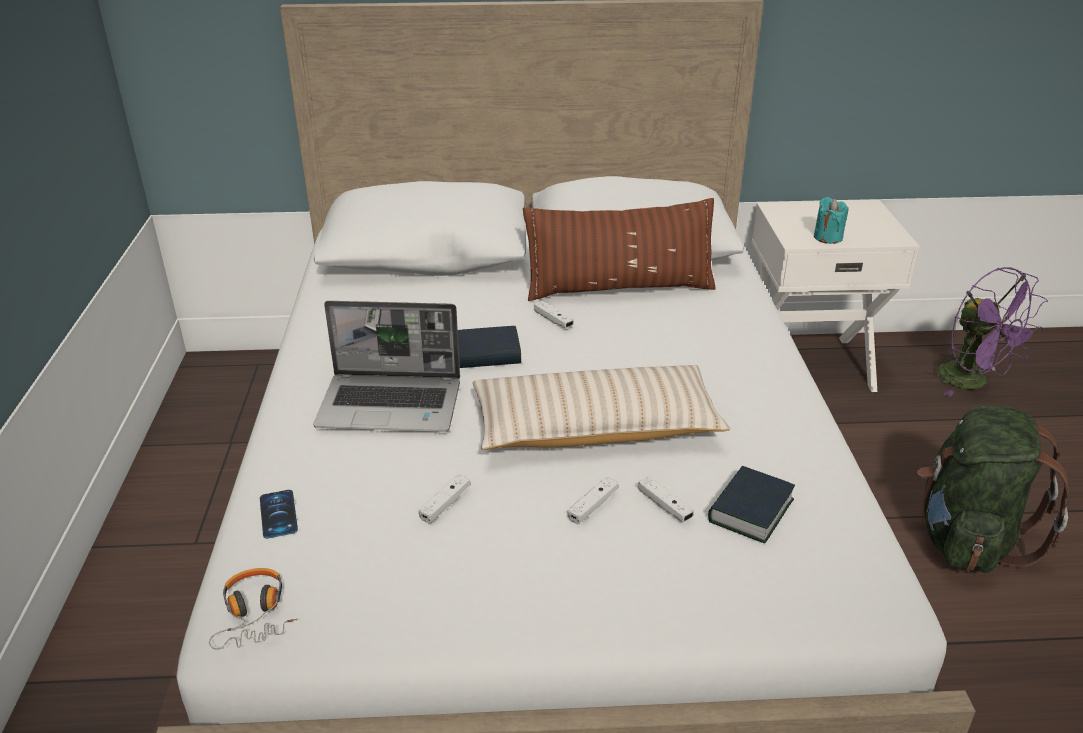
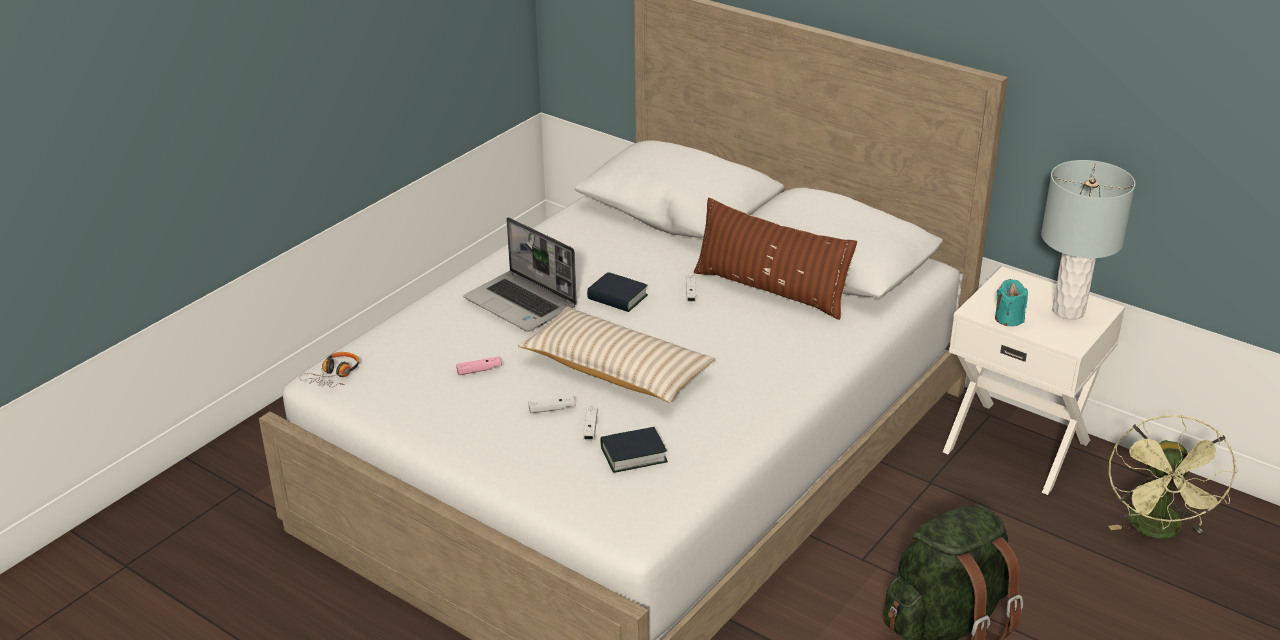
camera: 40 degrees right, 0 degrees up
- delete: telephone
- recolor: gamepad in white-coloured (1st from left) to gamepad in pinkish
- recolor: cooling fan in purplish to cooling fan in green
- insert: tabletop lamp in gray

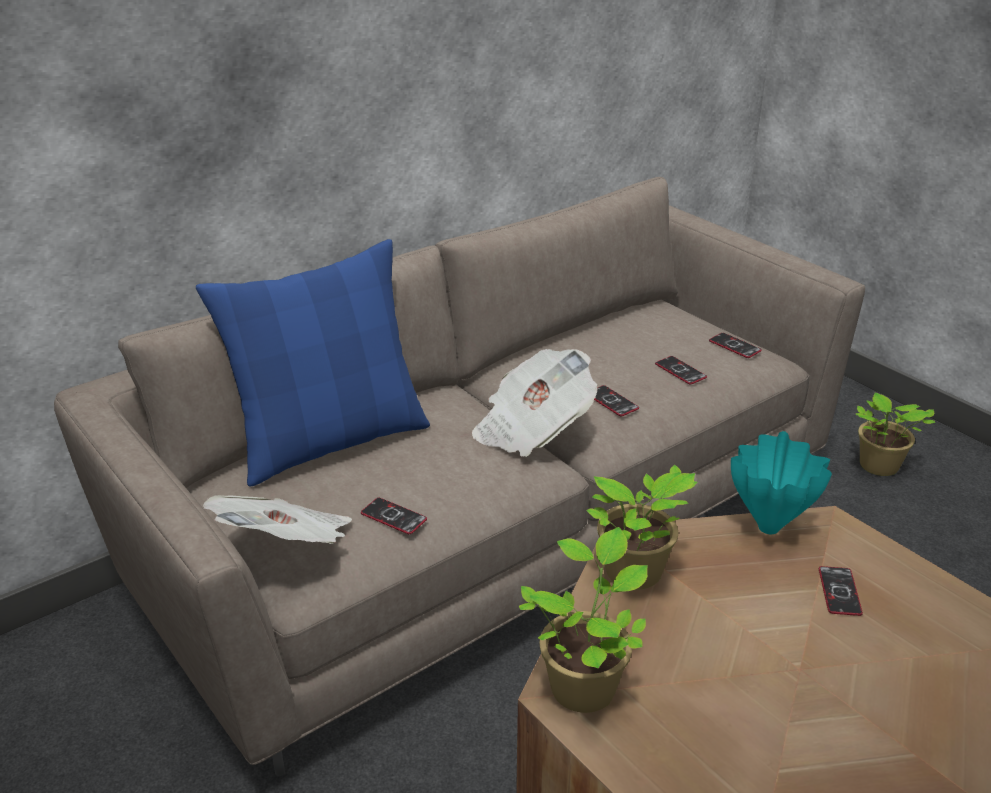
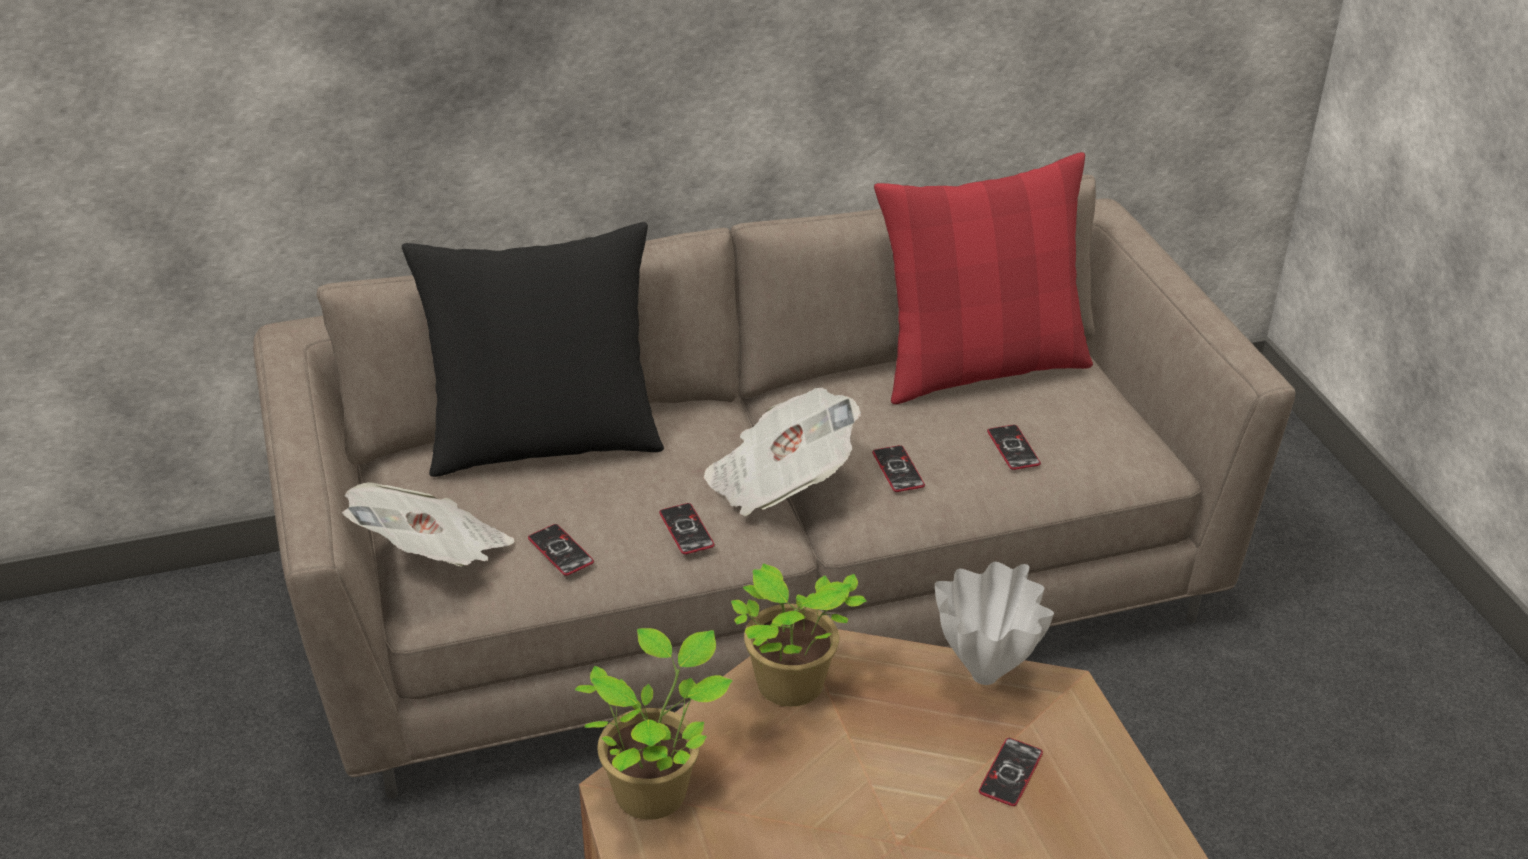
camera: 20 degrees right, 5 degrees up
- recolor: throw pillow in blue to throw pillow in blackish
- move: telephone (4th from left in the first image) to telephone (2nd from left)
- recolor: flower vase in turquoise to flower vase in white-coloured
- delete: potted plant (3rd from left)
- insert: throw pillow in red

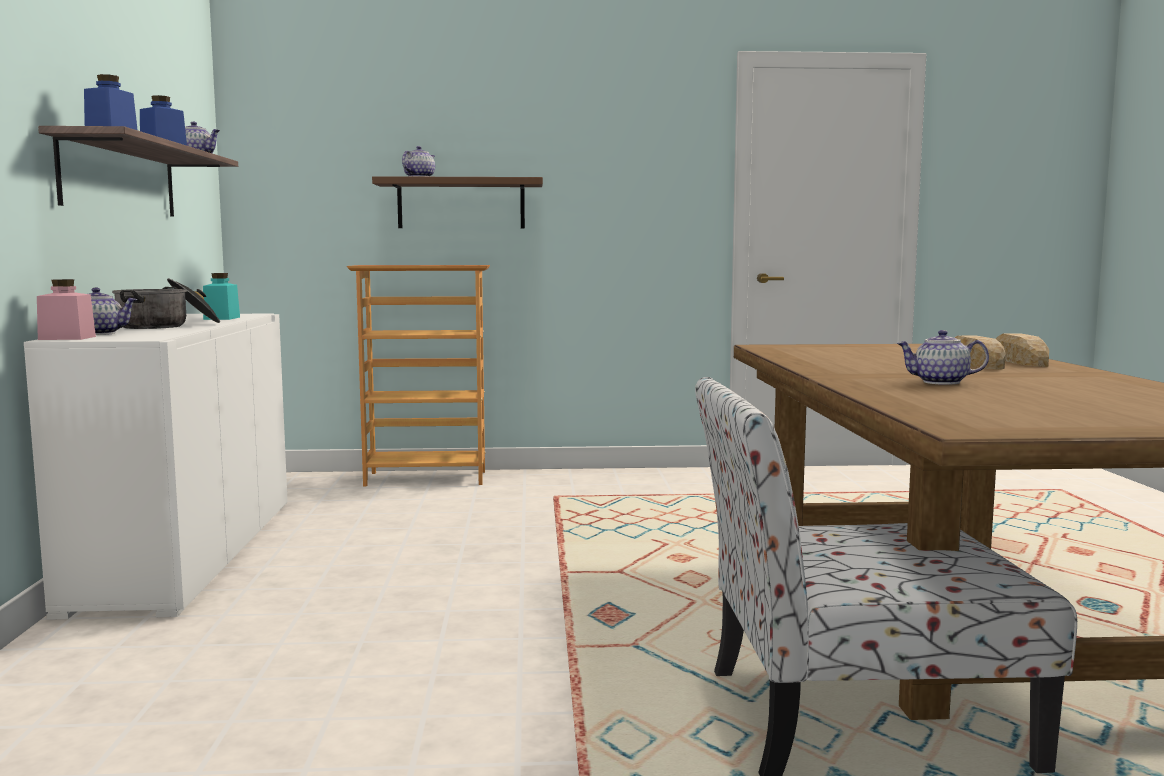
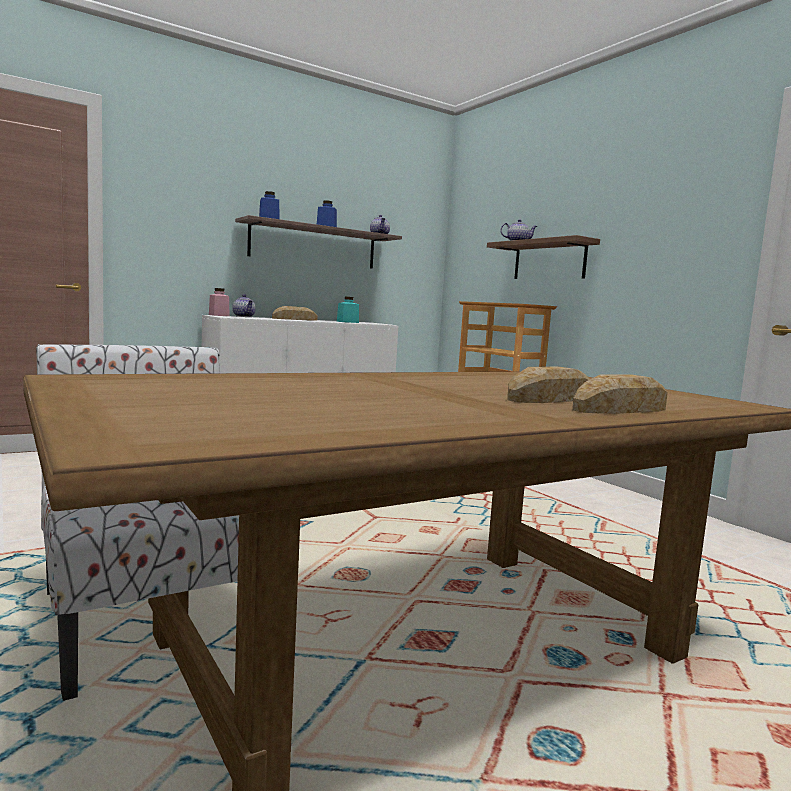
camera: 60 degrees right, 0 degrees up
- replace: saucepot to bakery bread (1st from left)
- delete: tea pot (4th from left)

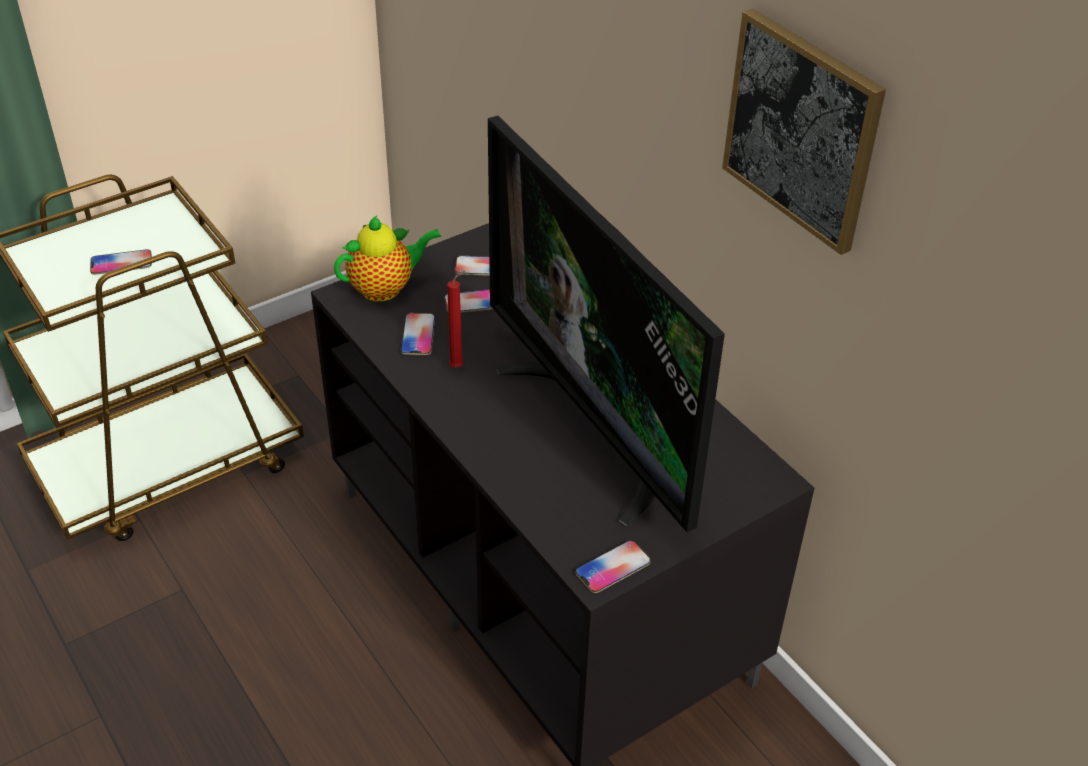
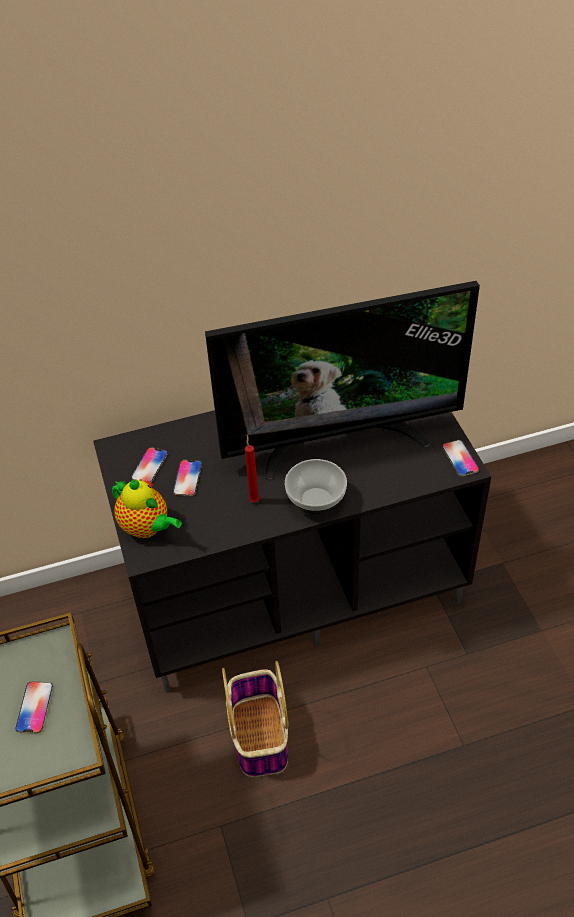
camera: 70 degrees left, 5 degrees up
- rotate: tea pot 135 degrees clockwise
- delete: telephone (2nd from left)
- delete: picture
- insert: basket
- insert: bowl

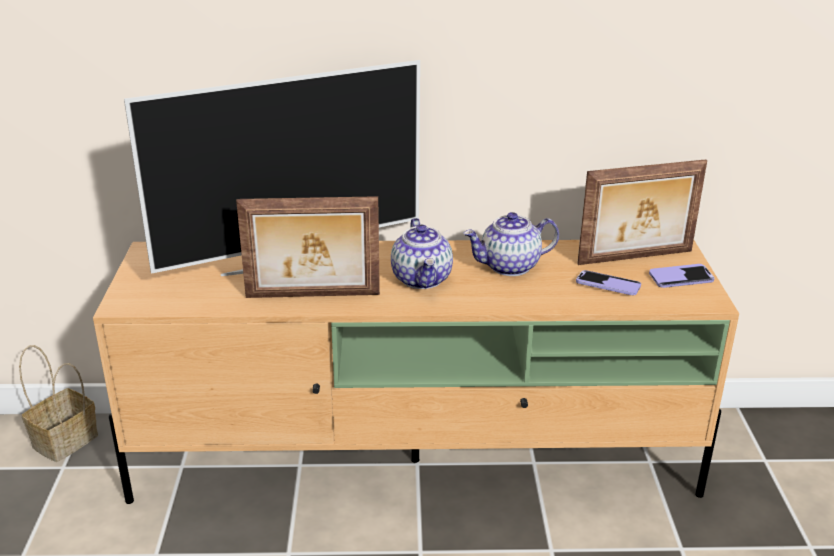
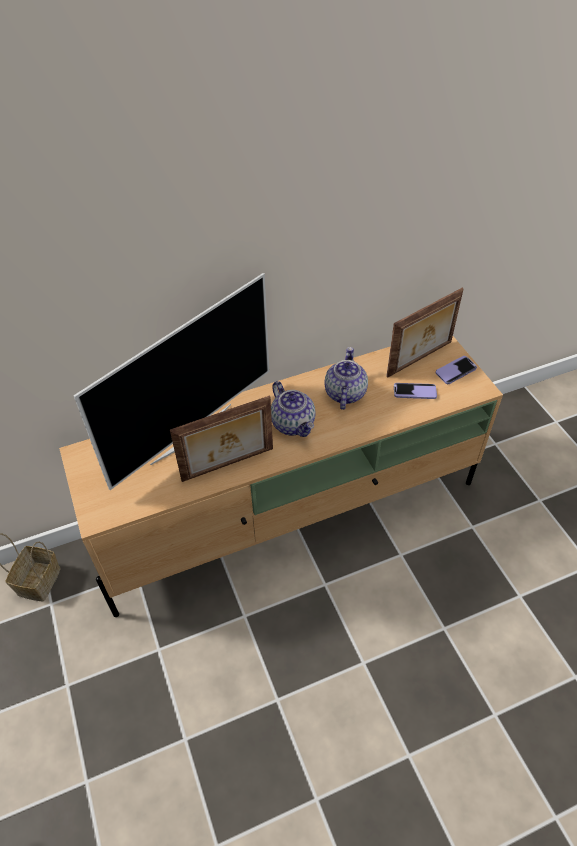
camera: 20 degrees left, 20 degrees up
- rotate: tea pot (2nd from left) 135 degrees clockwise

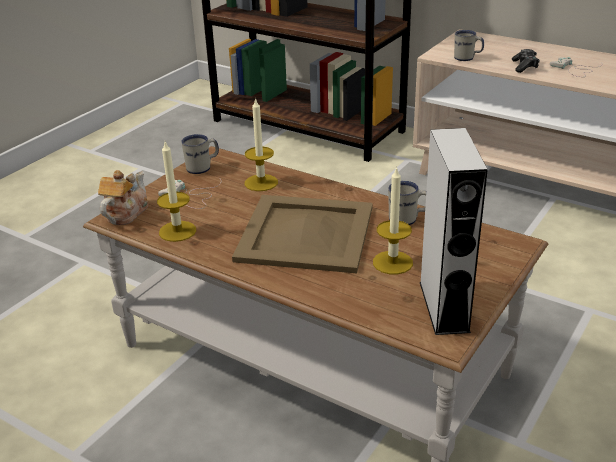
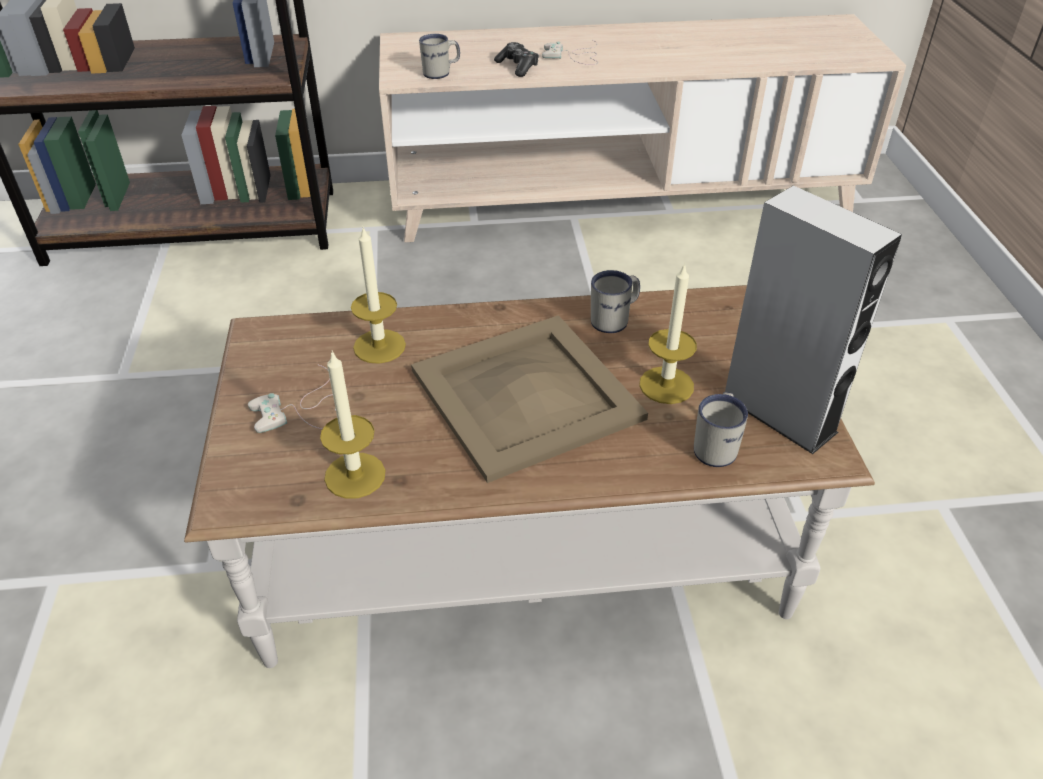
camera: 40 degrees left, 10 degrees up
- delete: tea pot
- move: coffee mug in white-coloured (1st from left in the first image) to coffee mug in white-coloured (3rd from left)

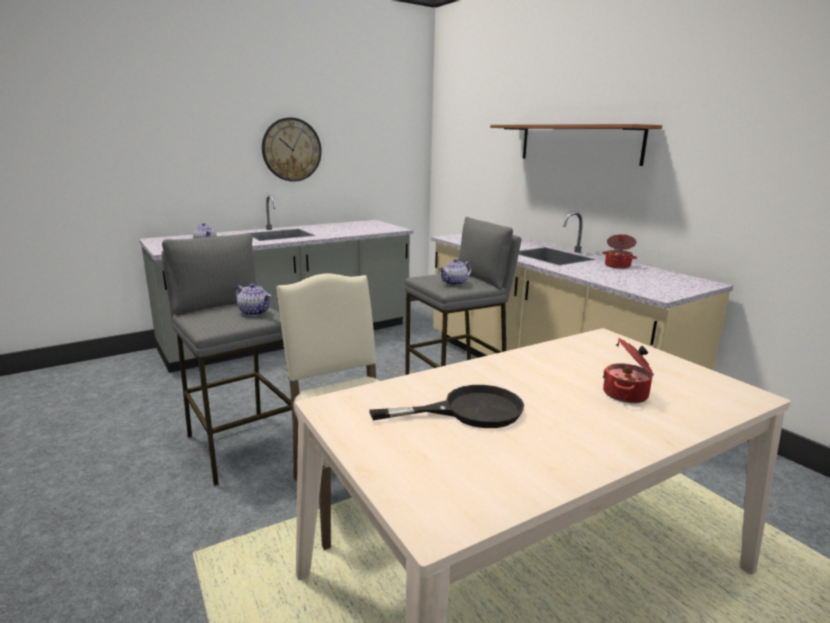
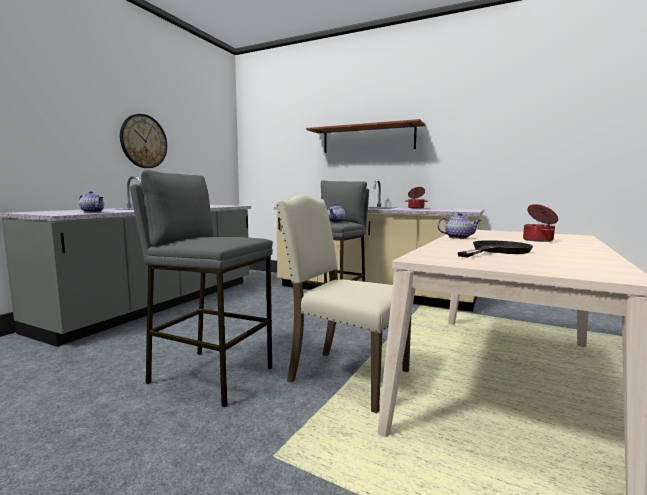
camera: 30 degrees left, 10 degrees down
- move: tea pot (2nd from left in the first image) to tea pot (3rd from left)

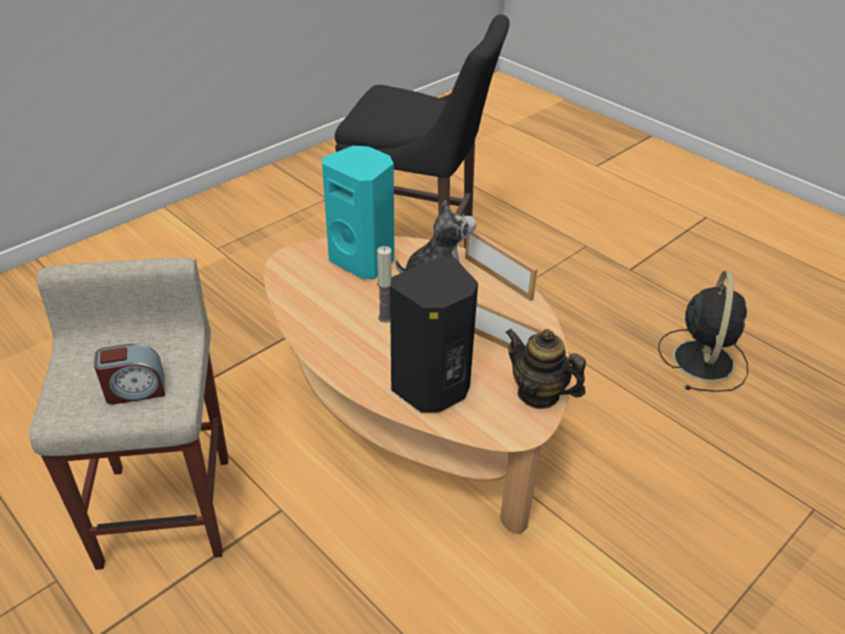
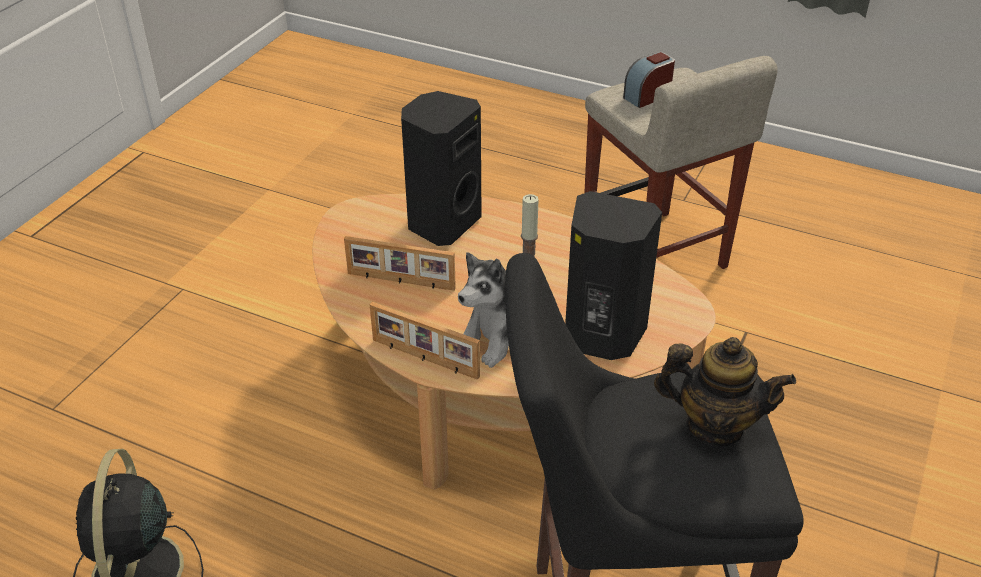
camera: 160 degrees right, 0 degrees up
- recolor: audio speaker in turquoise to audio speaker in blackish (2nd from left)
- move: tea pot

